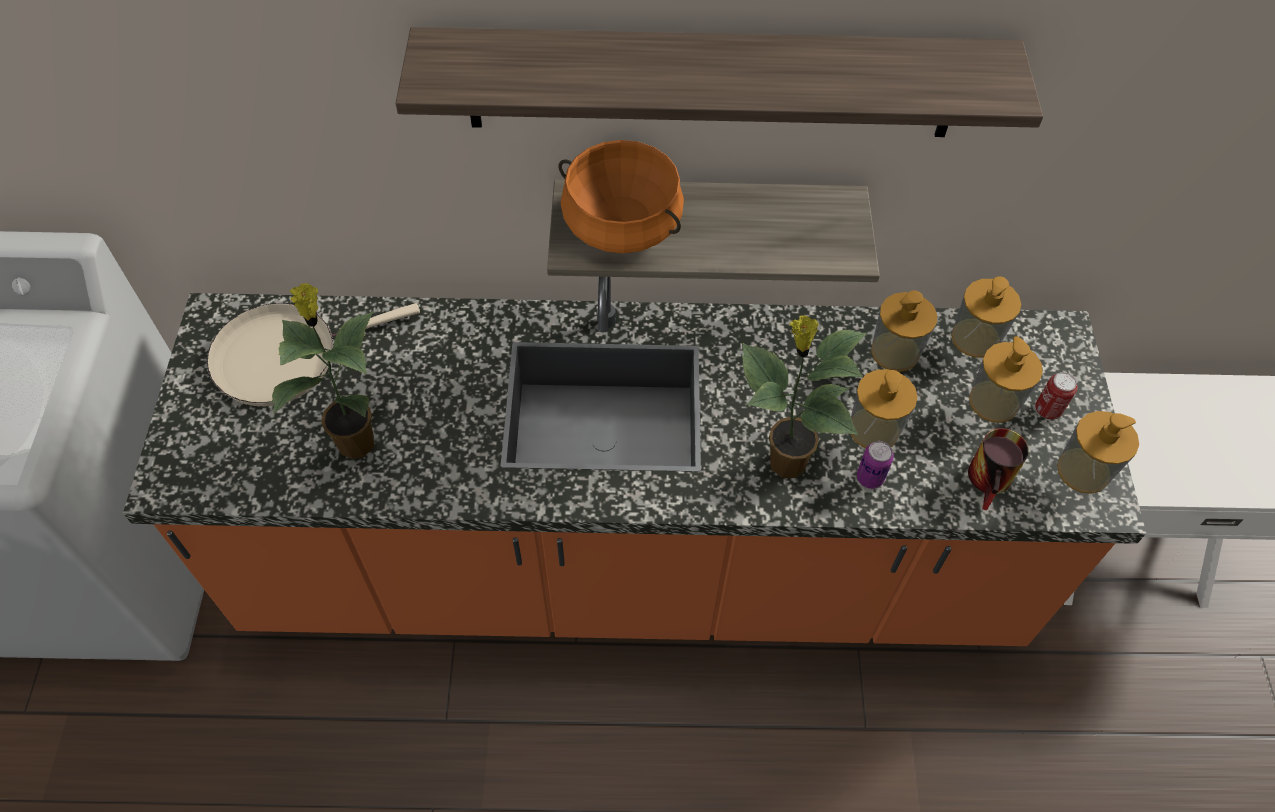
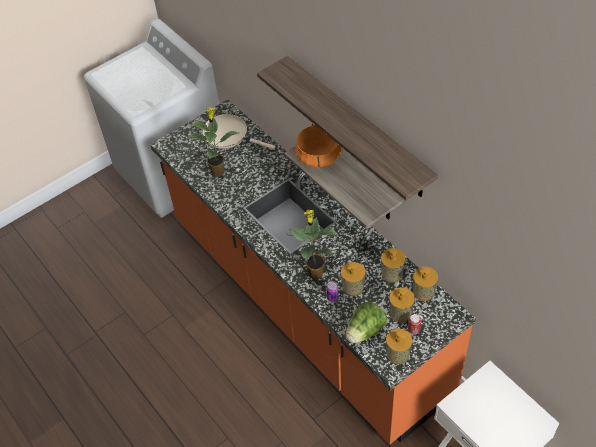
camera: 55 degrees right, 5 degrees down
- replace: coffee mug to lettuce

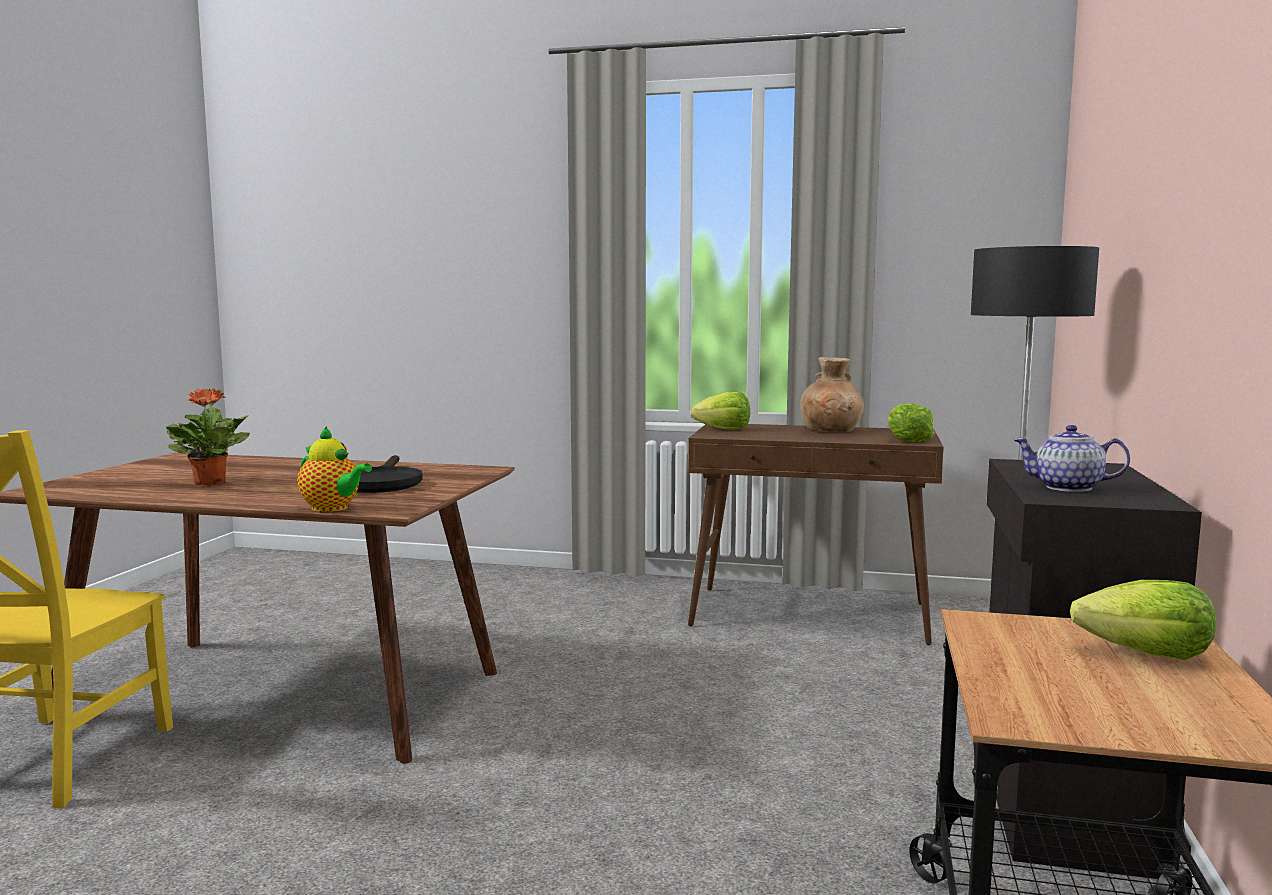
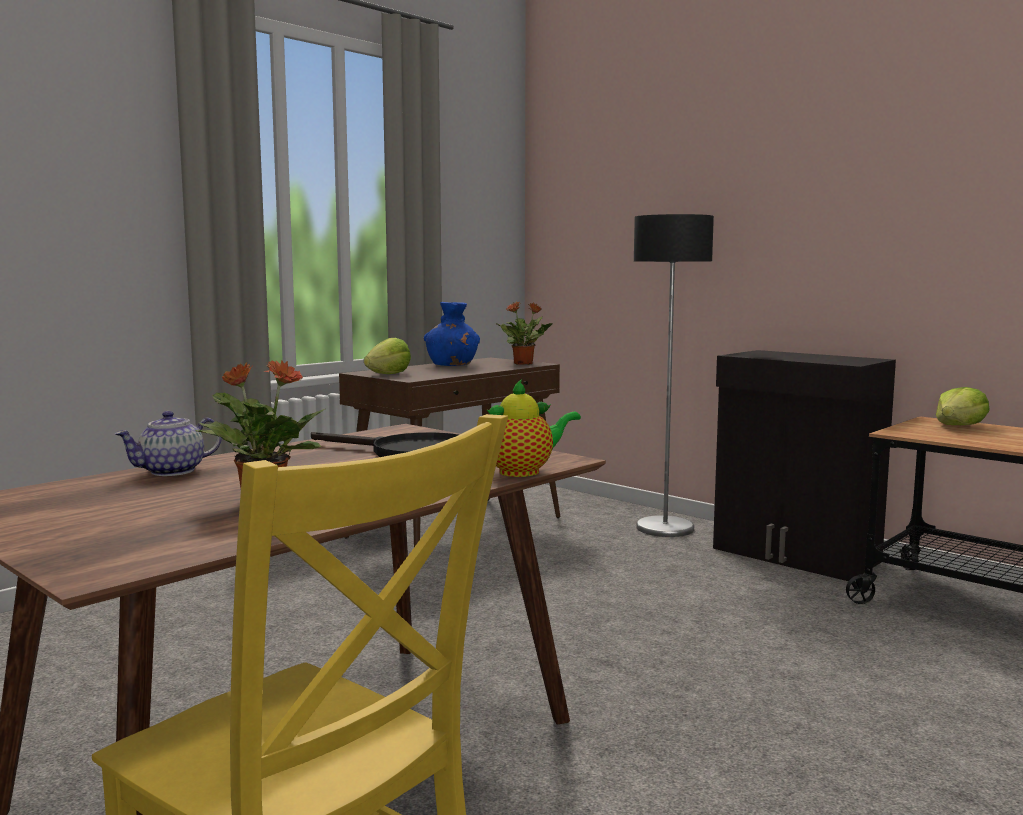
camera: 60 degrees left, 0 degrees up
- recolor: flower vase in brown to flower vase in blue
- replace: lettuce (2nd from left) to potted plant (2nd from left)
- move: tea pot (2nd from left in the first image) to tea pot (1st from left)

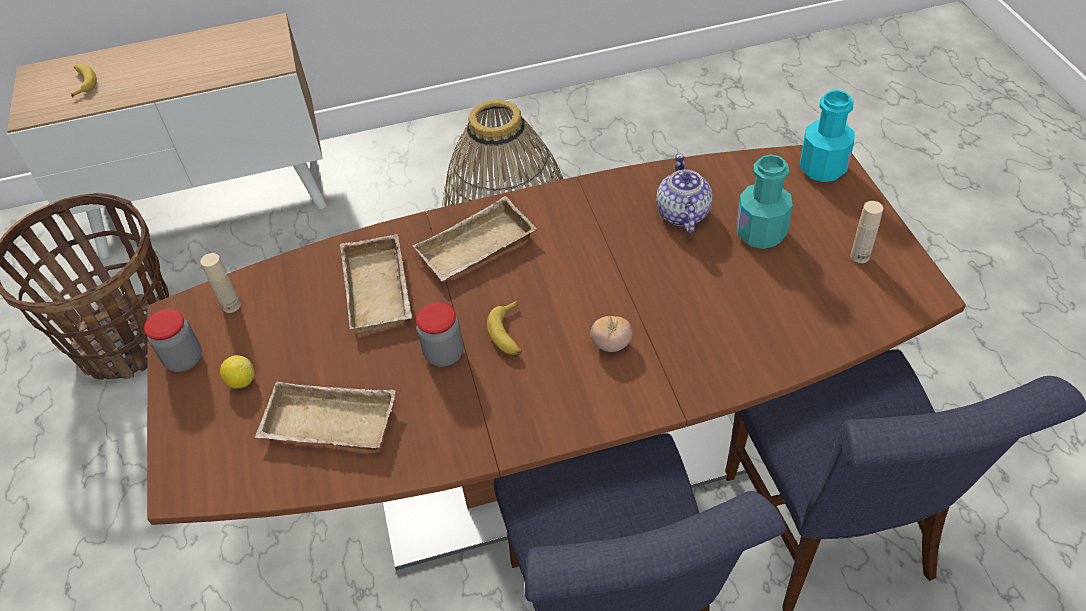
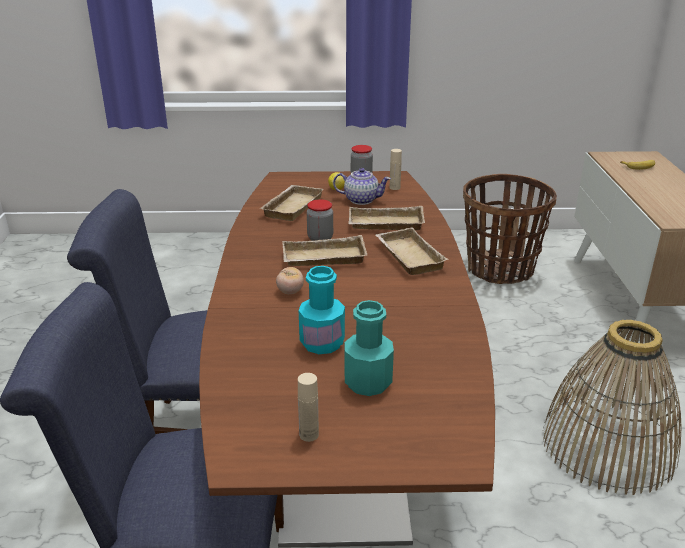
camera: 100 degrees right, 20 degrees down
- replace: banana fruit (2nd from left) to tray in beige (2nd from left)
- move: tea pot
- move: drink bottle in turquoise (2nd from left in the first image) to drink bottle in turquoise (1st from left)

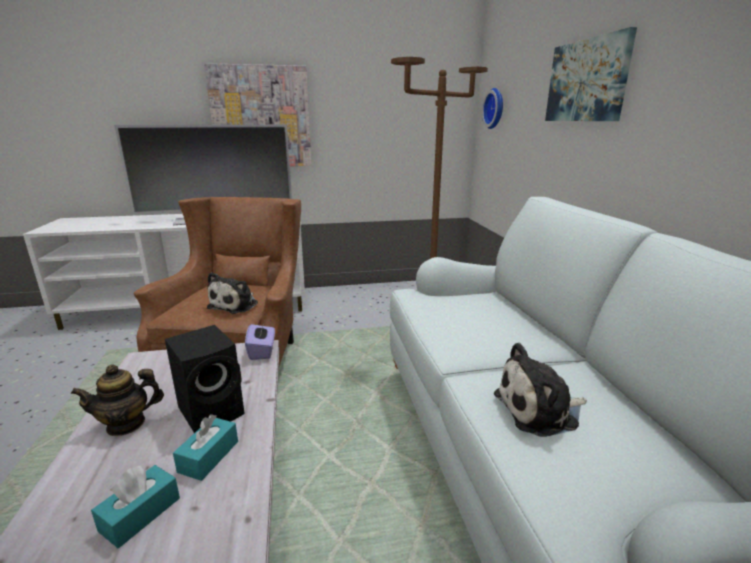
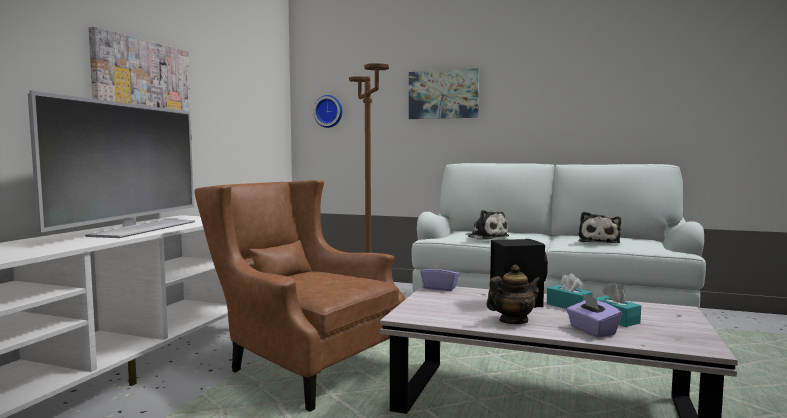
camera: 60 degrees left, 15 degrees down
- rotate: tea pot 120 degrees counterclockwise
- move: cuddly toy (1st from left)
- insert: tissue holder in purplish (2nd from left)

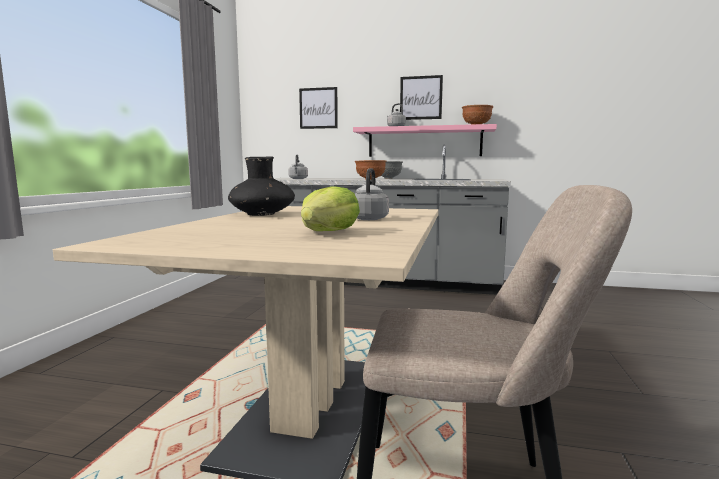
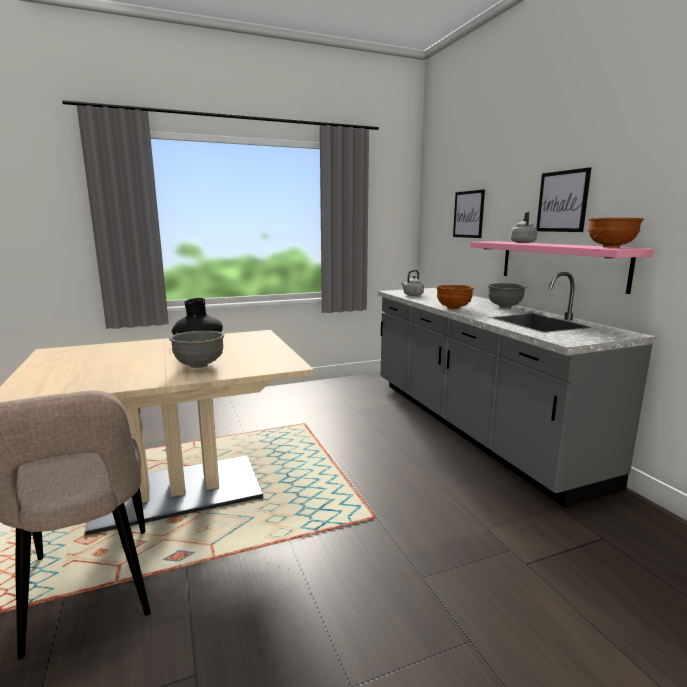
camera: 55 degrees right, 5 degrees up
- delete: lettuce
- replace: tea kettle in gray (2nd from left) to bowl in gray (1st from left)

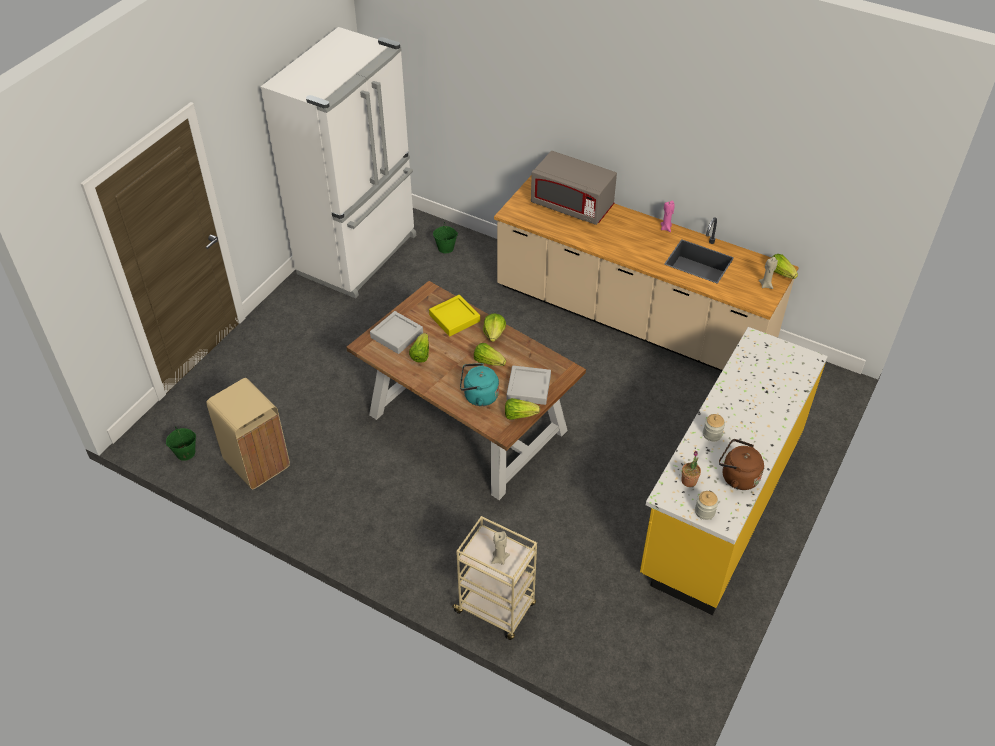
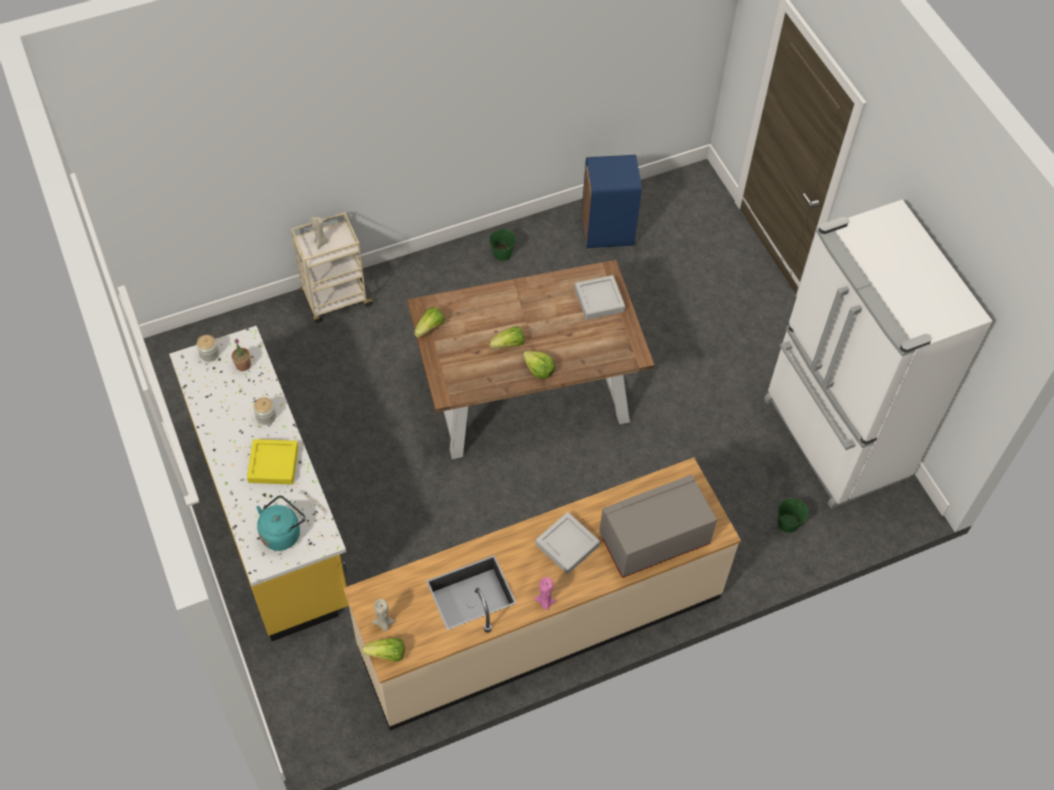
camera: 125 degrees right, 10 degrees up
- move: pail in green (1st from left)
- recolor: waste bin in beige to waste bin in blue
- delete: lettuce (1st from left)
- move: tray in yellow-coloured
- move: tea kettle in turquoise
- move: tray in gray (2nd from left in the first image) to tray in gray (1st from left)
- delete: tea kettle in brown

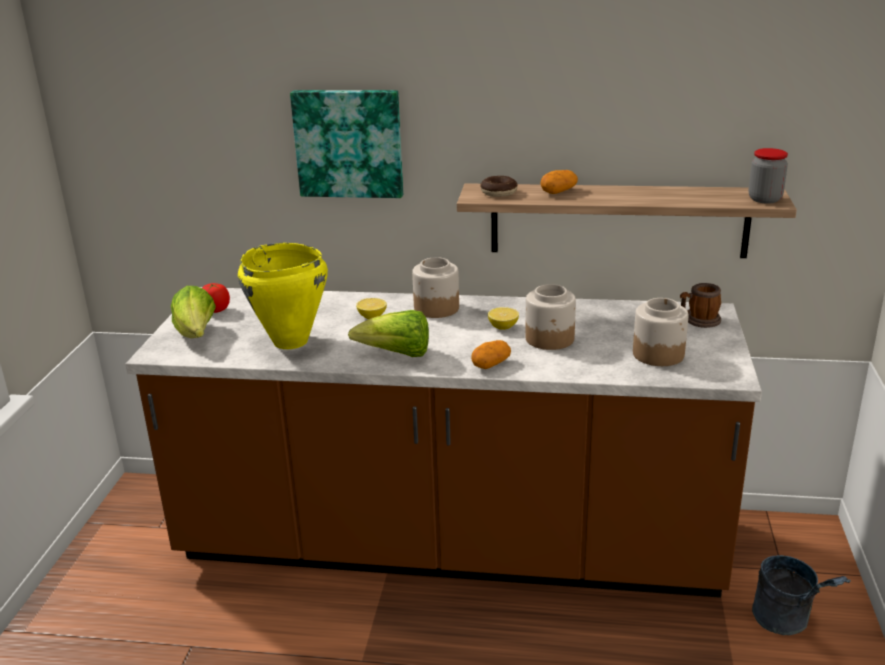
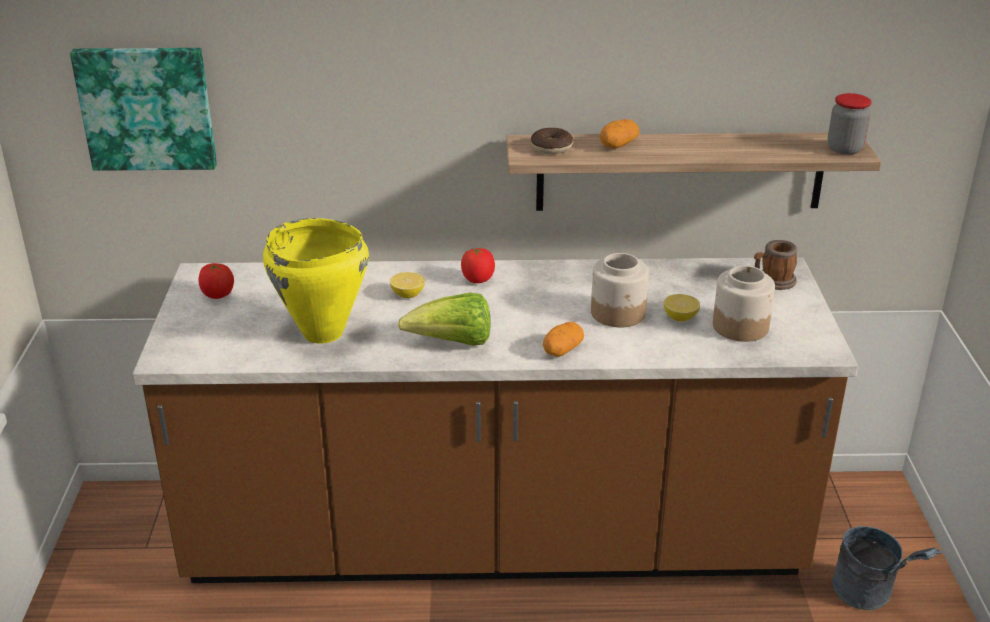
camera: 10 degrees left, 5 degrees up
- delete: lettuce (1st from left)
- move: picture
- replace: preserve jar (1st from left) to tomato (2nd from left)
- move: whole lemon (2nd from left)

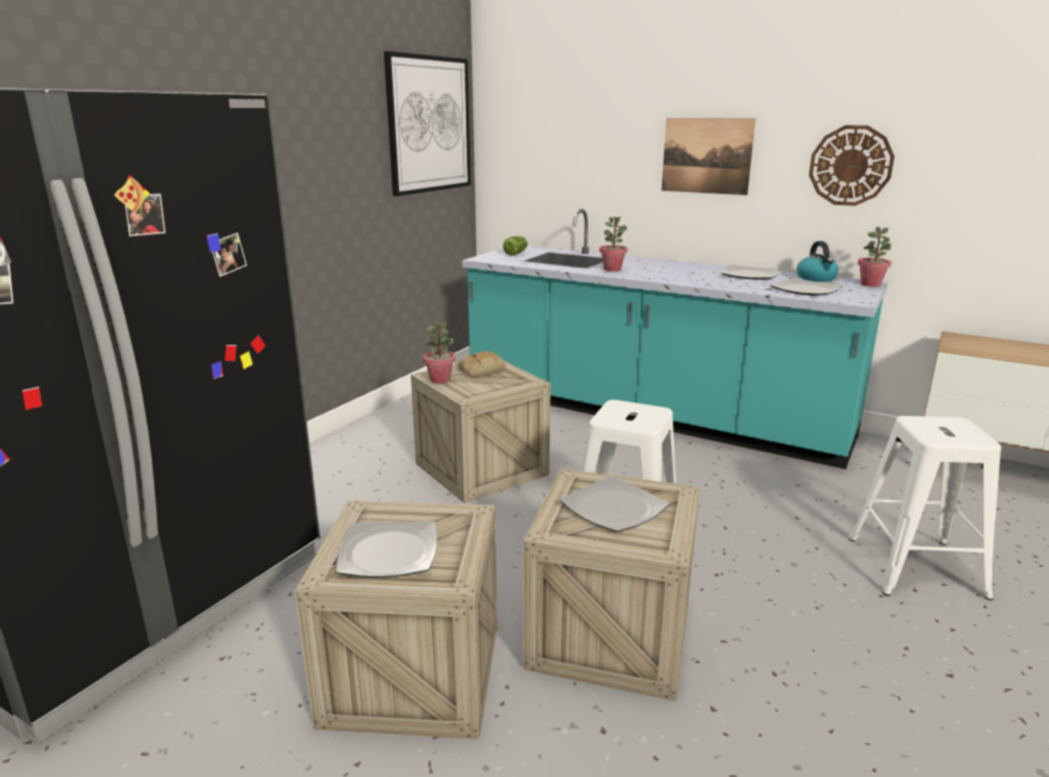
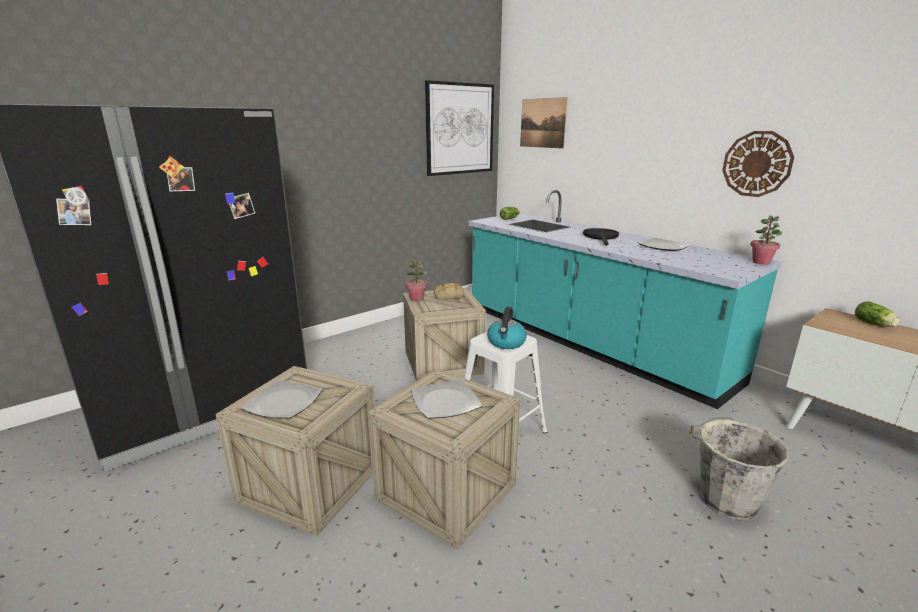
camera: 20 degrees right, 0 degrees up
- delete: potted plant (2nd from left)
- move: picture (2nd from left)
- delete: flat dish (4th from left)
- move: tea kettle
- replace: stool in white-coloured (2nd from left) to pail in gray
- insert: pan in blackish
- insert: lettuce (2nd from left)

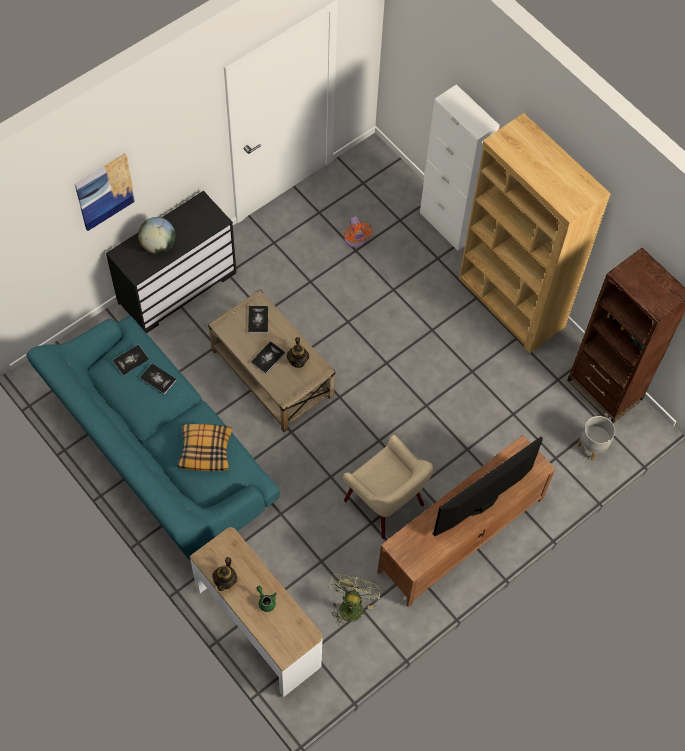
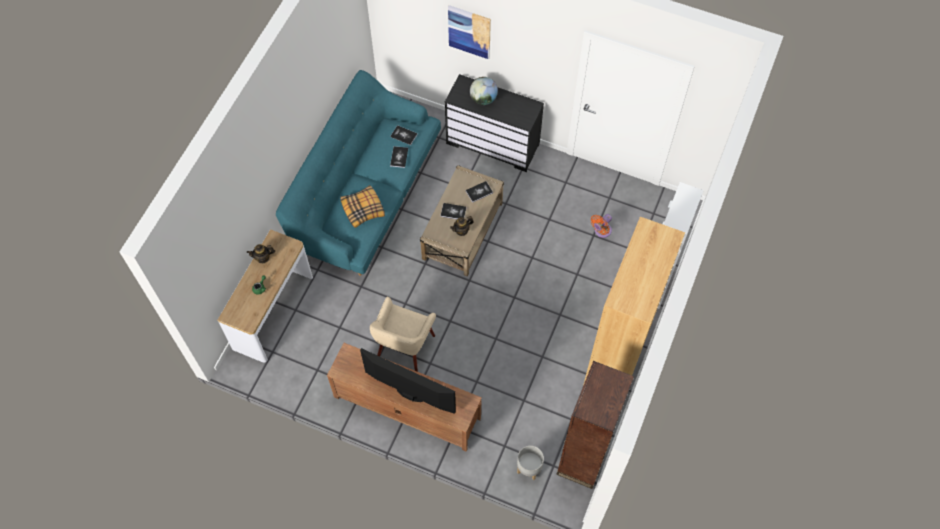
camera: 65 degrees right, 0 degrees up
- delete: cooling fan in green

